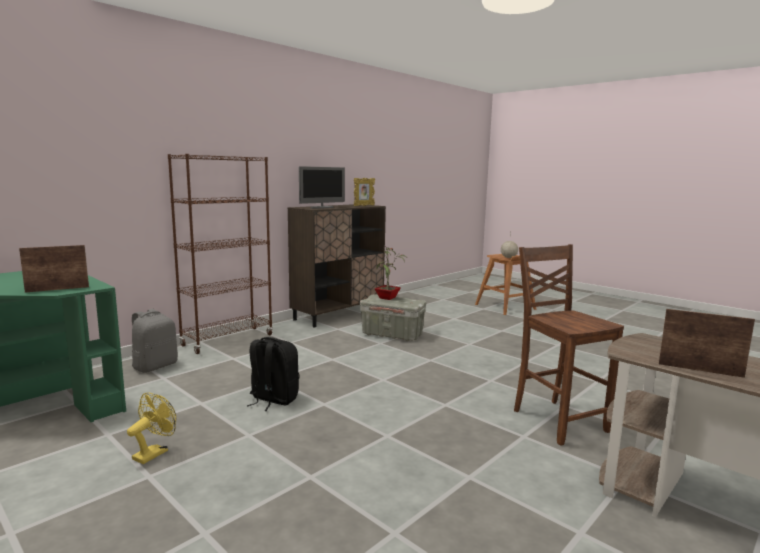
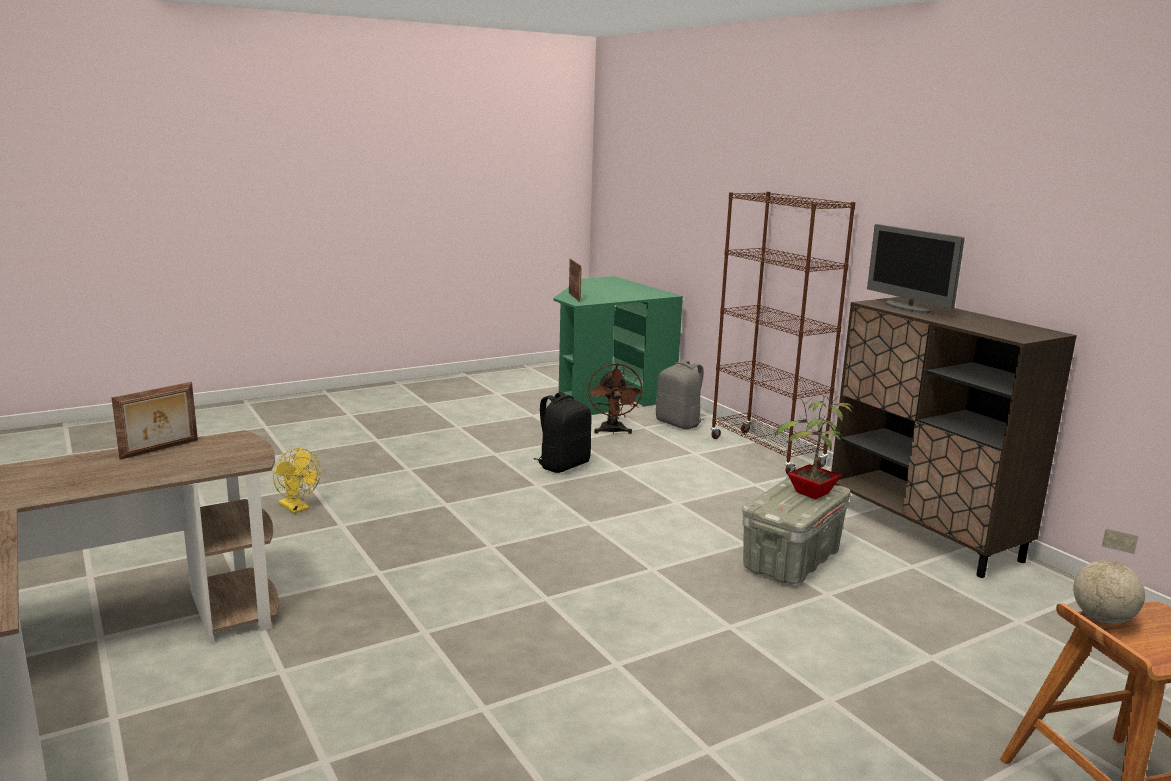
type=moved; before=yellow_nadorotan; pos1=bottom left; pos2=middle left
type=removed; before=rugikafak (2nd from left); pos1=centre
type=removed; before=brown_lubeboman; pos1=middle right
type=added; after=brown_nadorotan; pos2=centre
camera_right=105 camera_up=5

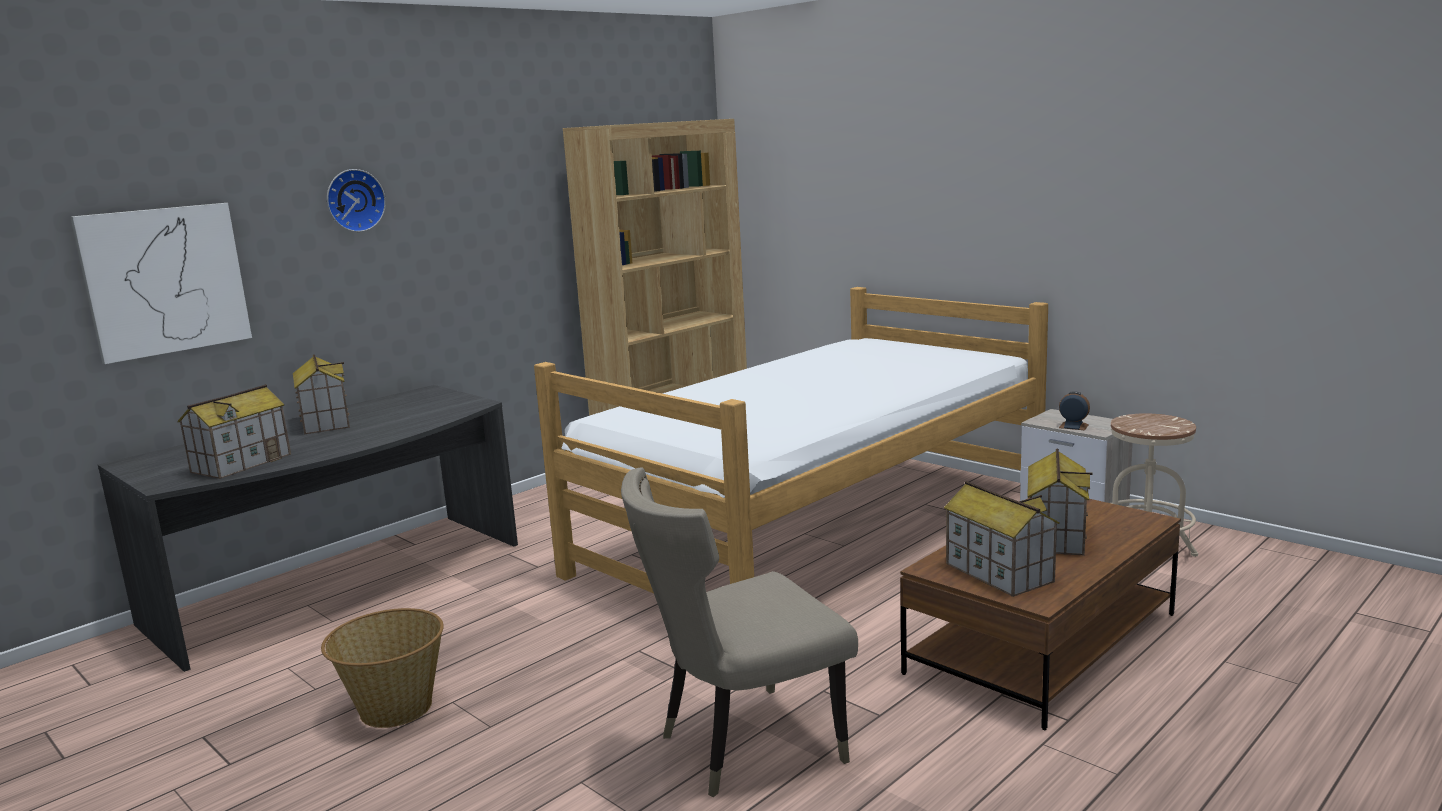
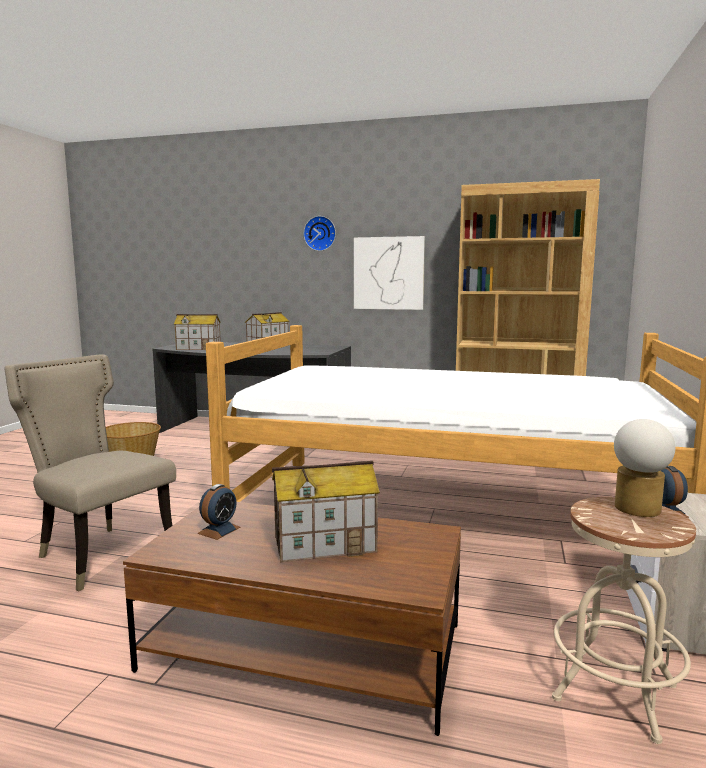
type=moved; before=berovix; pos1=middle left; pos2=centre
type=replaced; before=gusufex (3rd from left); after=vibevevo (1st from left); pos1=middle right; pos2=bottom left
type=added; after=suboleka; pos2=middle right
camera_right=60 camera_up=-5

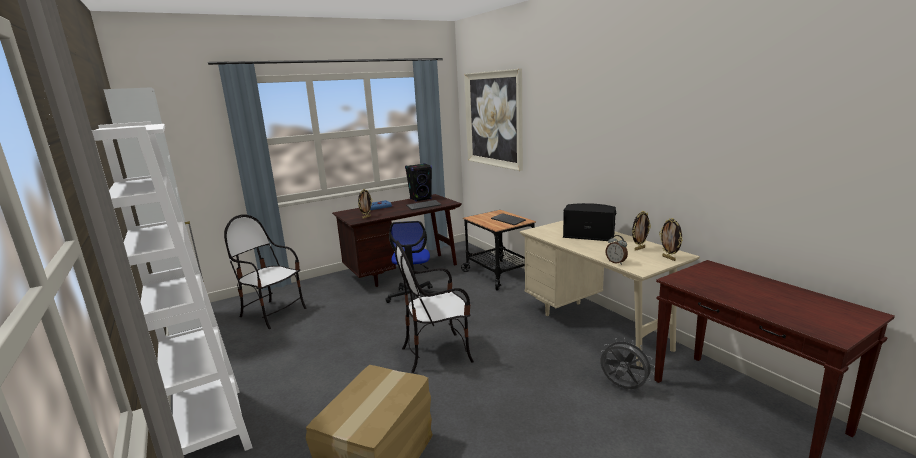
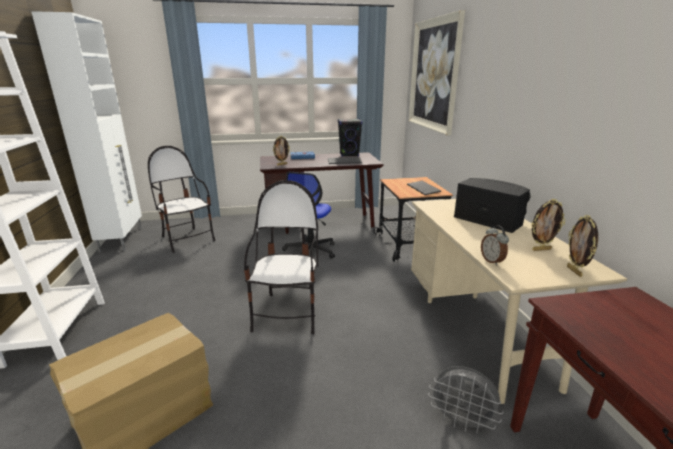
type=turned; before=lubeboman (2nd from left); pos1=bottom centre; pos2=centre; turn=90
type=turned; before=grey_nadorotan; pos1=bottom right; pos2=bottom right; turn=150
camera_right=20 camera_up=5

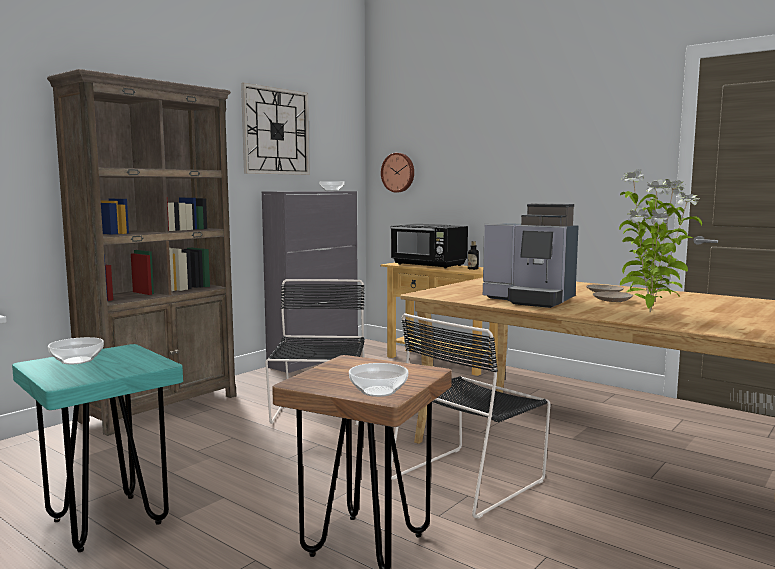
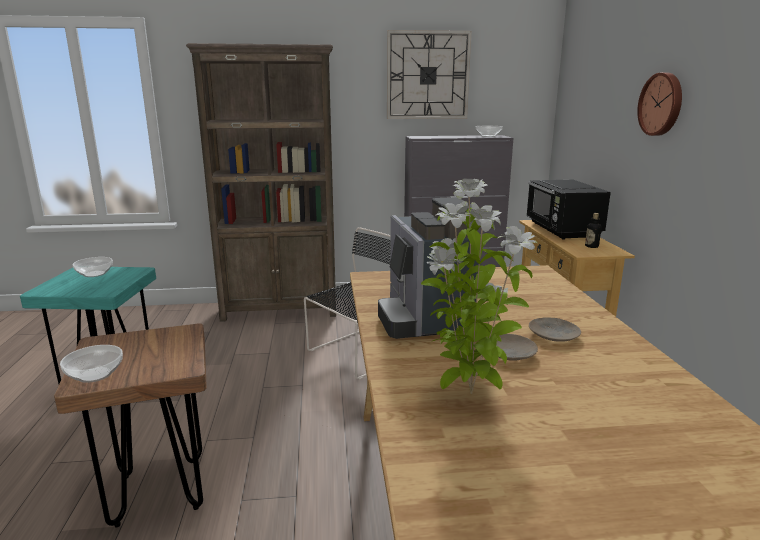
type=moved; before=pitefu (2nd from left); pos1=top centre; pos2=top right
type=removed; before=black_lubeboman (2nd from left); pos1=bottom centre
camera_right=45 camera_up=10

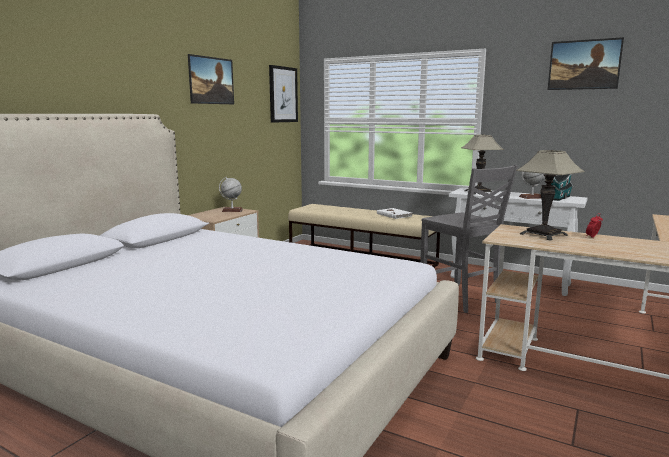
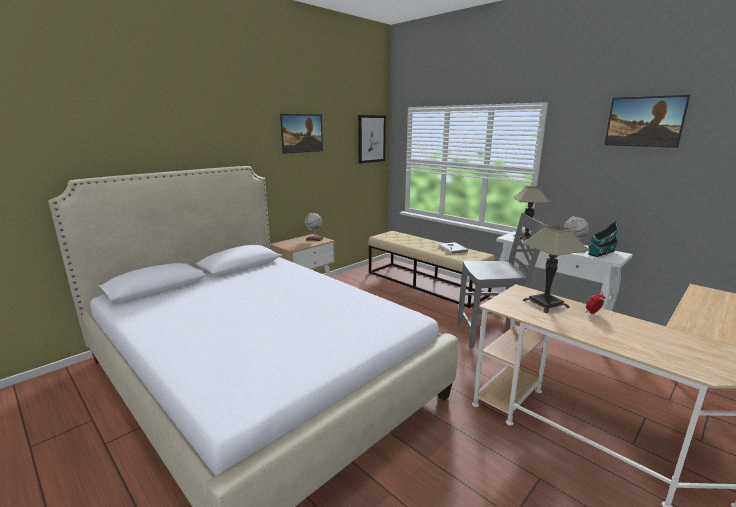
type=turned; before=grey_lubeboman; pos1=middle right; pos2=middle right; turn=-75
camera_right=15 camera_up=5

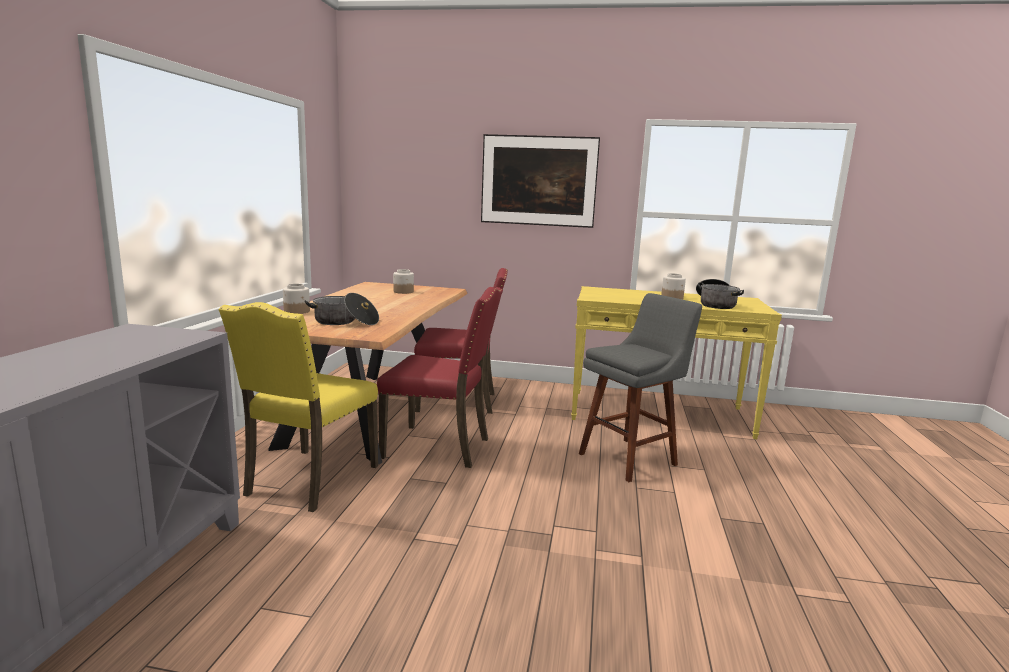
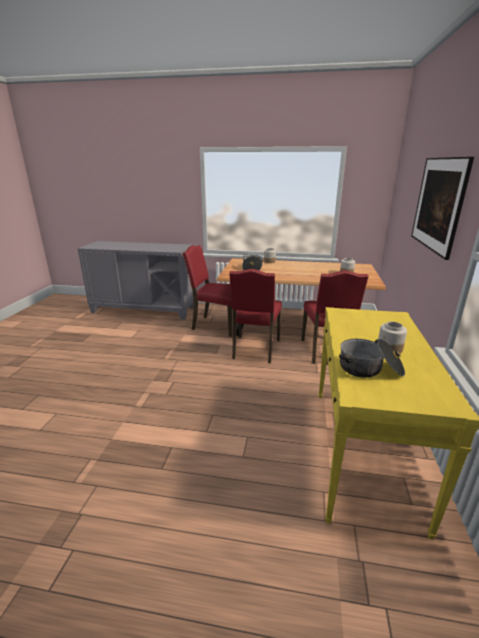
type=recoloured; before=yellow_lubeboman; after=red_lubeboman (1st from left); pos1=middle left; pos2=centre
type=removed; before=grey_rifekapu; pos1=centre
camera_right=90 camera_up=10

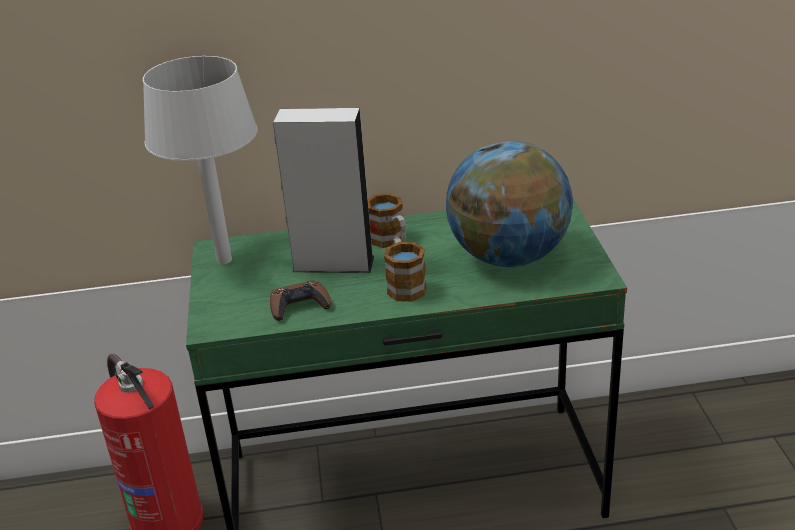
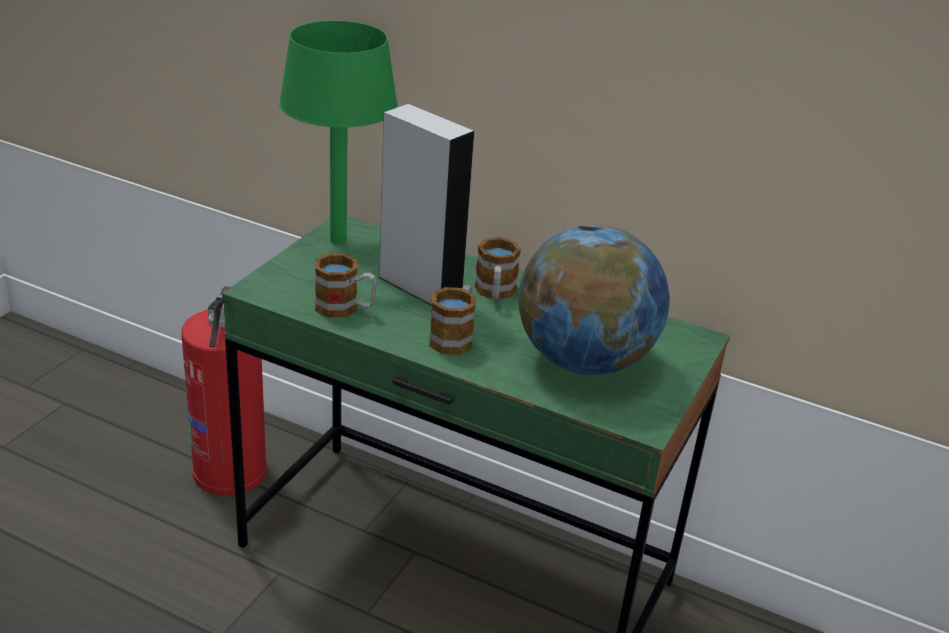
type=recoloured; before=grey_suboleka; after=green_suboleka; pos1=top left; pos2=top centre
type=replaced; before=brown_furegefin; after=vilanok (1st from left); pos1=centre; pos2=centre
camera_right=30 camera_up=0

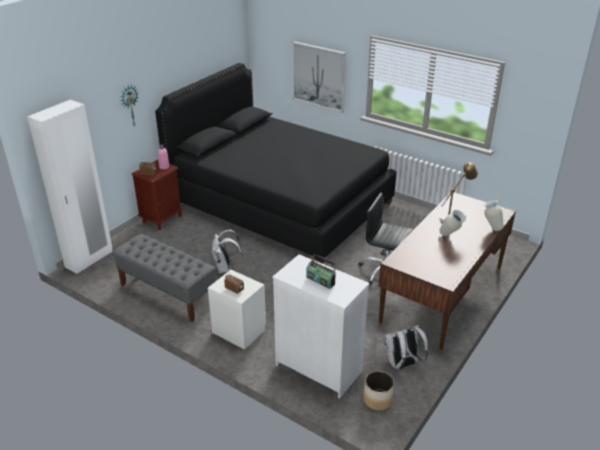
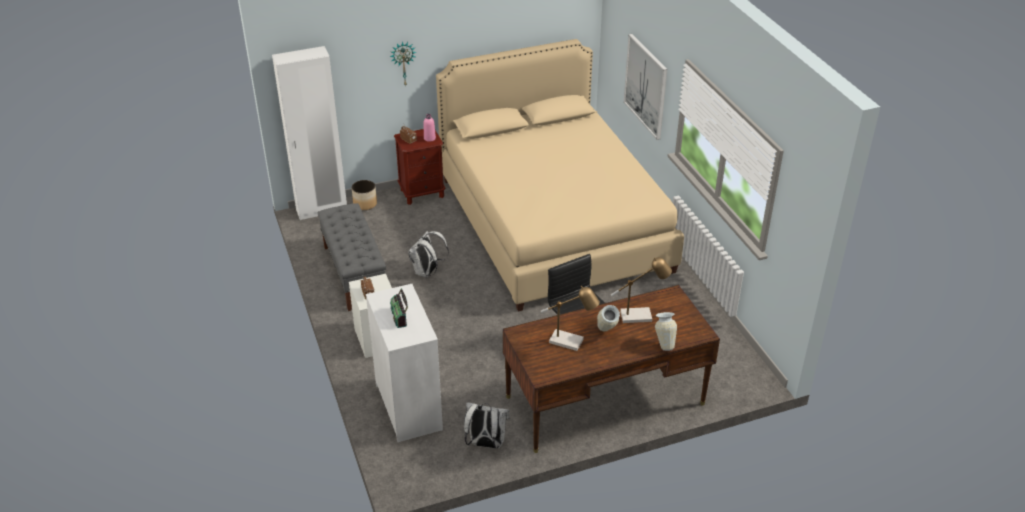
type=recoloured; before=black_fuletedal; after=beige_fuletedal; pos1=centre; pos2=centre
type=moved; before=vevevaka; pos1=bottom centre; pos2=centre
type=added; after=suboleka (1st from left); pos2=centre
camera_right=35 camera_up=5

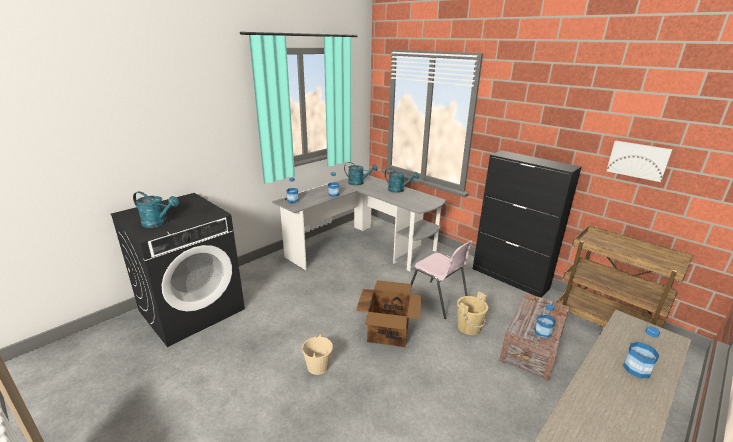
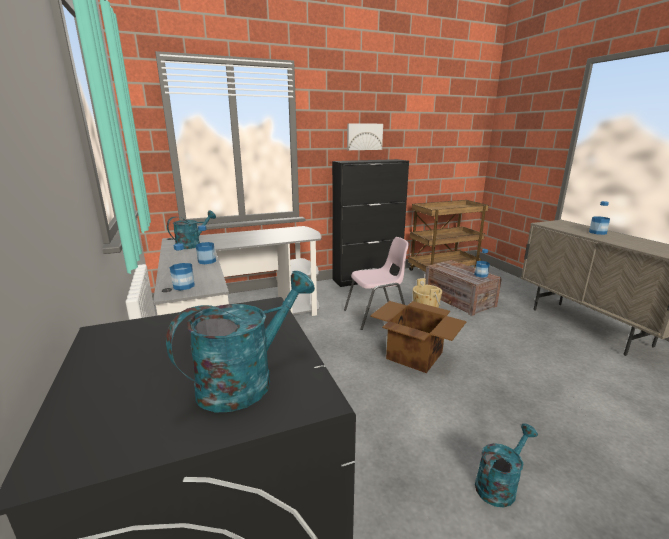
type=removed; before=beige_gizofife (1st from left); pos1=bottom centre
type=moved; before=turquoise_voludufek (3rd from left); pos1=centre; pos2=bottom right
type=moved; before=berovix; pos1=middle right; pos2=top centre
camera_right=-65 camera_up=-5

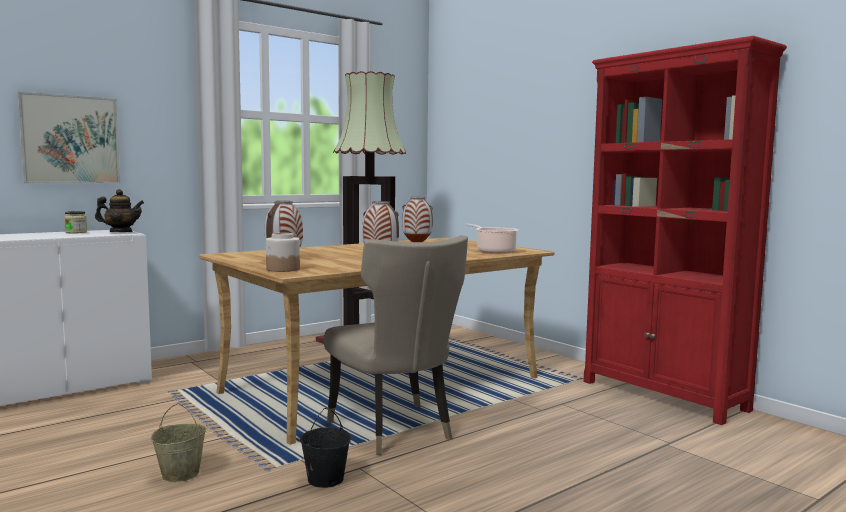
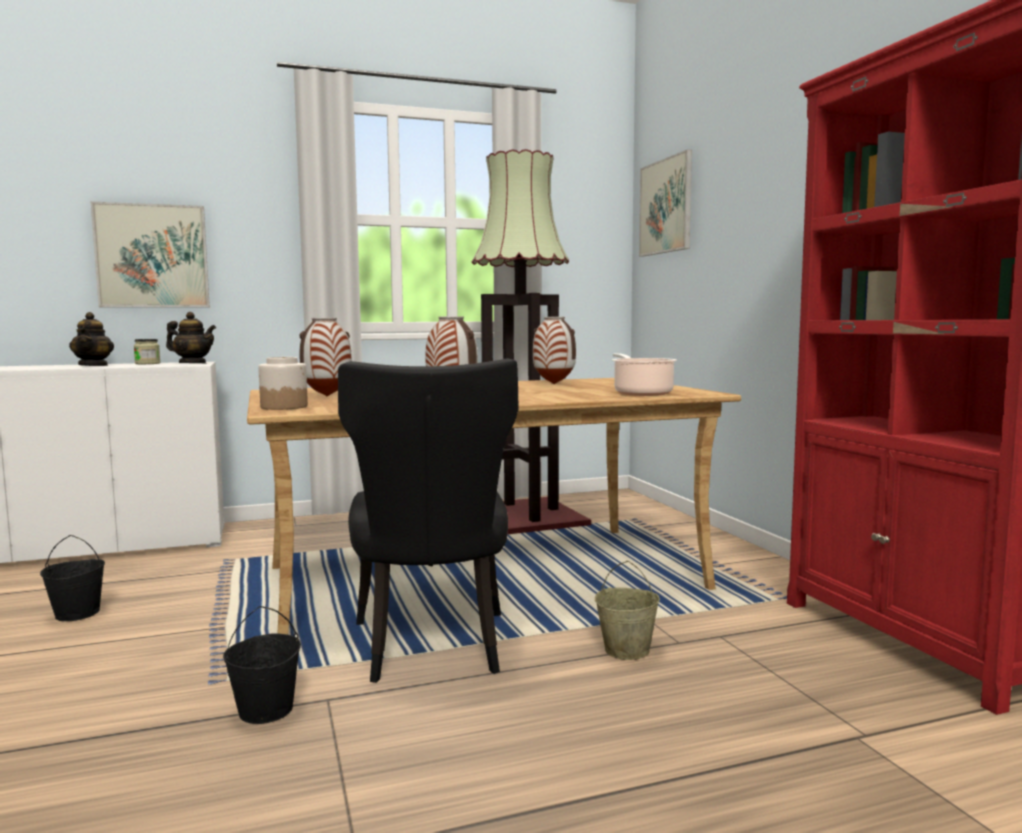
type=moved; before=beige_gizofife; pos1=bottom left; pos2=bottom centre
type=recoloured; before=beige_lubeboman; after=black_lubeboman; pos1=bottom centre; pos2=centre
type=added; after=black_gizofife (1st from left); pos2=bottom left
type=added; after=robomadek (1st from left); pos2=middle left
type=added; after=berovix (2nd from left); pos2=top centre
camera_right=20 camera_up=0

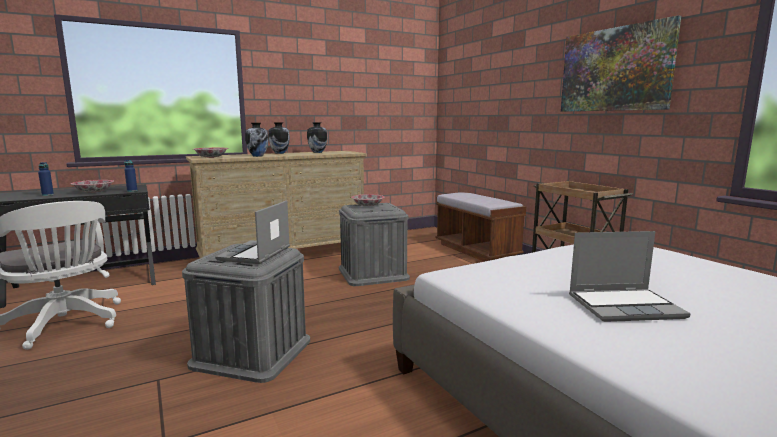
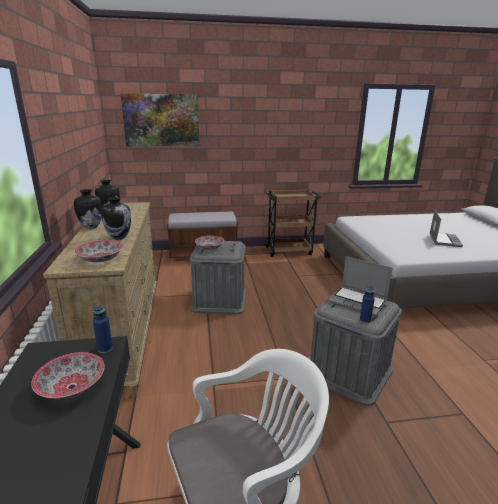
type=moved; before=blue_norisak (1st from left in the first image); after=blue_norisak (2nd from left); pos1=middle left; pos2=middle right
type=moved; before=berovix; pos1=top right; pos2=top left
camera_right=-70 camera_up=10

